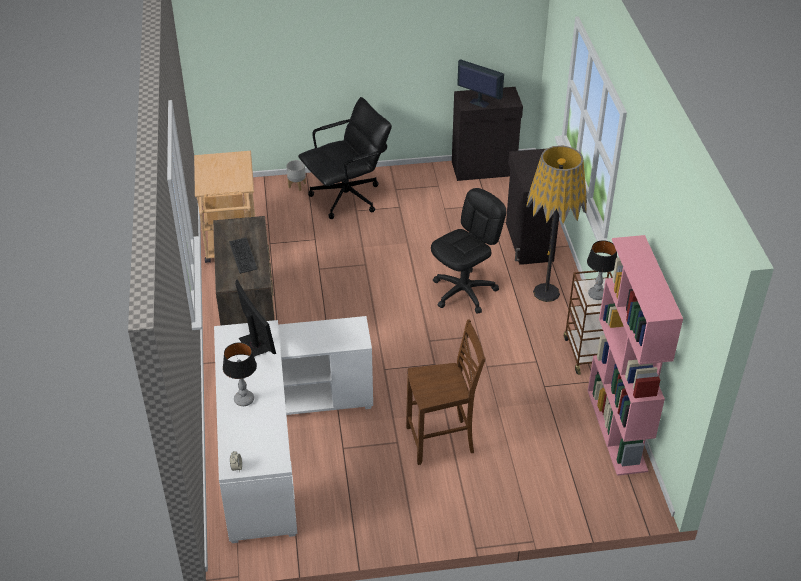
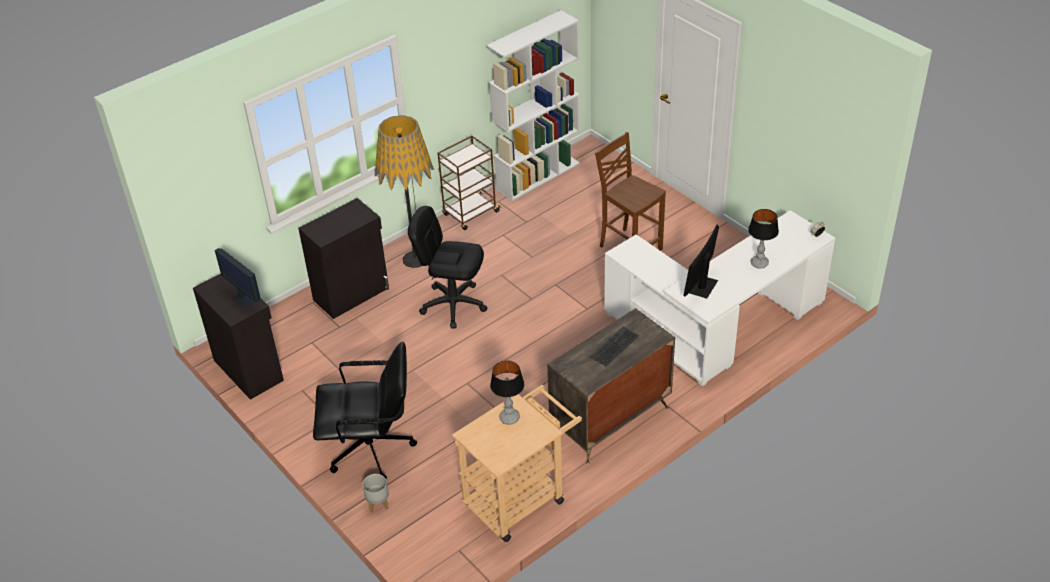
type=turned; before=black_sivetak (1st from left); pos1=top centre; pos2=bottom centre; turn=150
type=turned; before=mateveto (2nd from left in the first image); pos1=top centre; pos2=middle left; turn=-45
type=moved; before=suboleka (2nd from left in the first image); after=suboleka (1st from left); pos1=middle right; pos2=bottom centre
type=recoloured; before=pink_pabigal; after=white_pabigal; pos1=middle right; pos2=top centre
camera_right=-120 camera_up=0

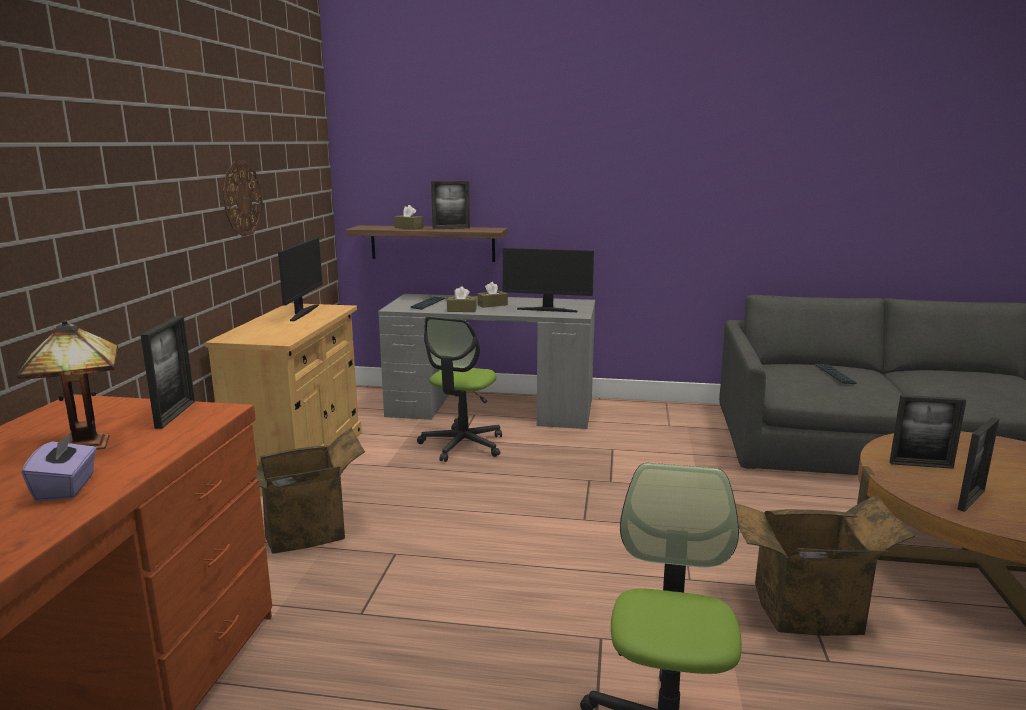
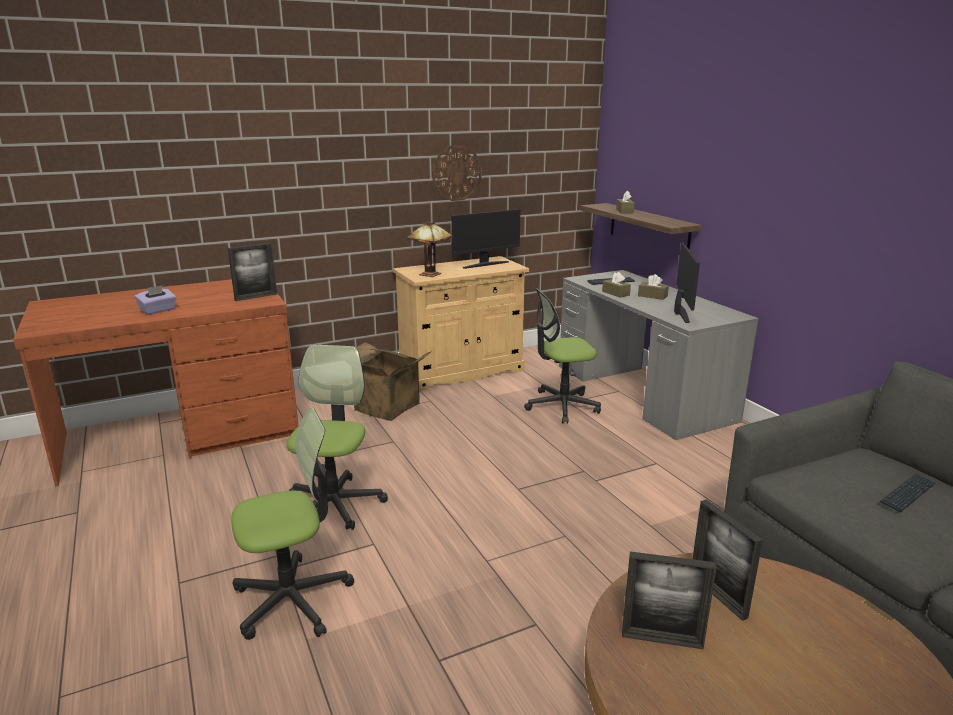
type=moved; before=suboleka; pos1=middle left; pos2=centre
type=removed; before=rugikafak (2nd from left); pos1=top centre
type=turned; before=mateveto (2nd from left); pos1=centre; pos2=middle right; turn=-150
type=removed; before=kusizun (2nd from left); pos1=bottom right
type=added; after=sivetak (2nd from left); pos2=centre
camera_right=55 camera_up=5

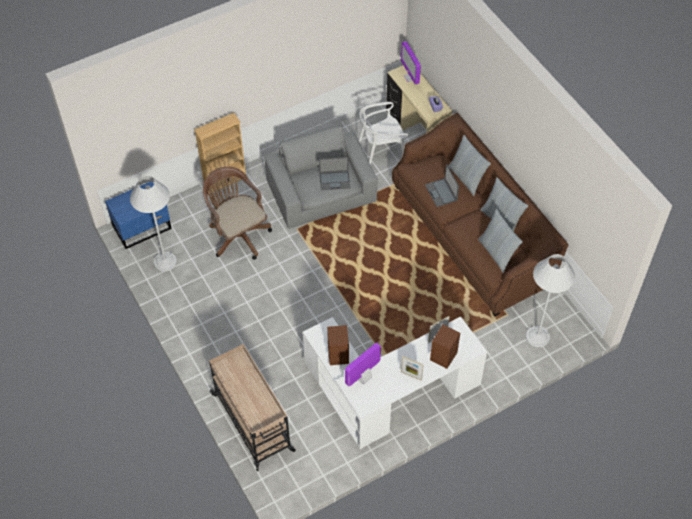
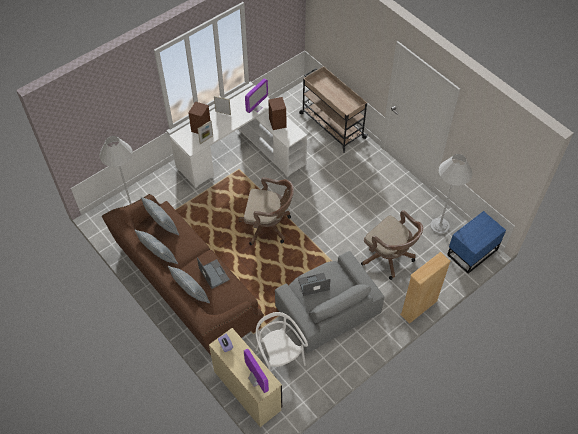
type=turned; before=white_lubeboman; pos1=top centre; pos2=bottom centre; turn=-90
type=added; after=brown_sivetak (1st from left); pos2=centre
camera_right=170 camera_up=0

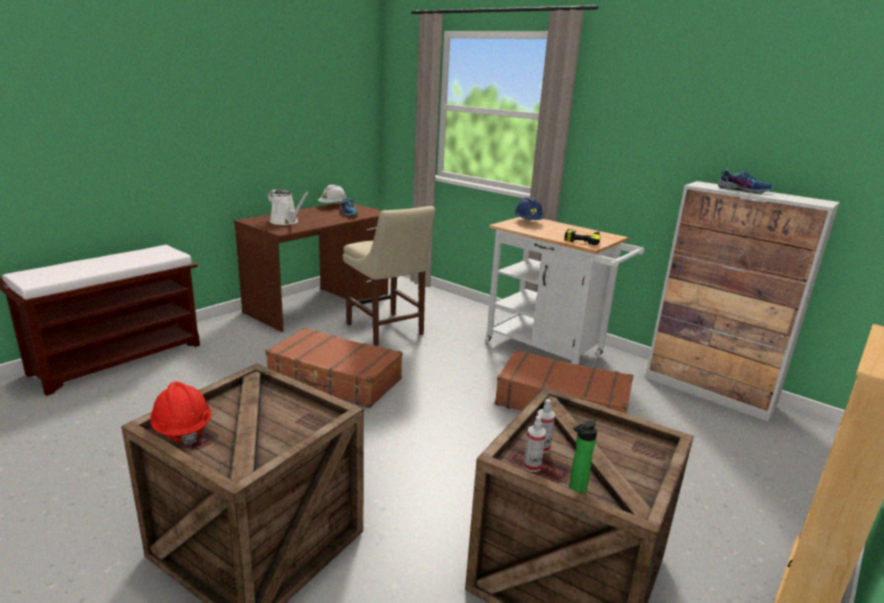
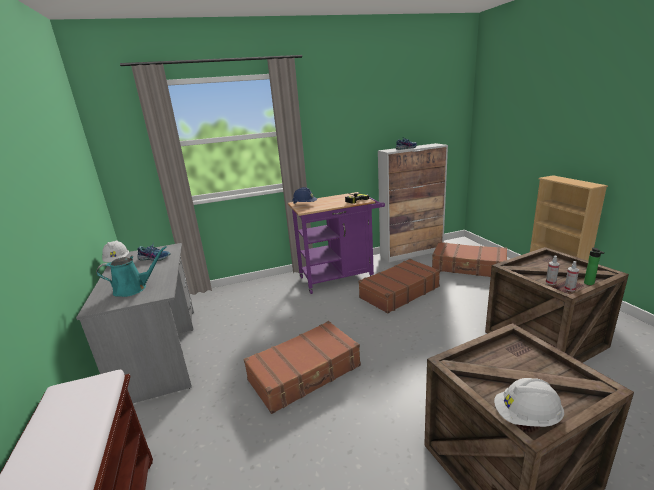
type=recoloured; before=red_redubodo; after=white_redubodo (2nd from left); pos1=bottom left; pos2=bottom right
type=recoloured; before=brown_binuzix; after=grey_binuzix; pos1=centre; pos2=middle left
type=recoloured; before=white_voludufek; after=turquoise_voludufek; pos1=middle left; pos2=middle left
type=removed; before=beige_lubeboman; pos1=centre
type=recoloured; before=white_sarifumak; after=purple_sarifumak; pos1=centre; pos2=centre
type=added; after=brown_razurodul (3rd from left); pos2=middle right
camera_right=-55 camera_up=0

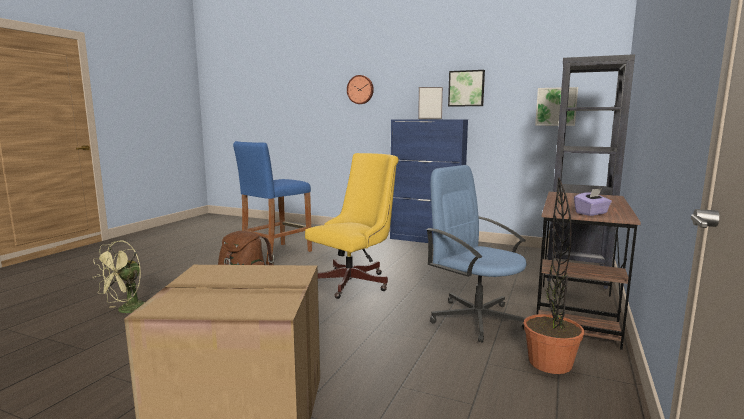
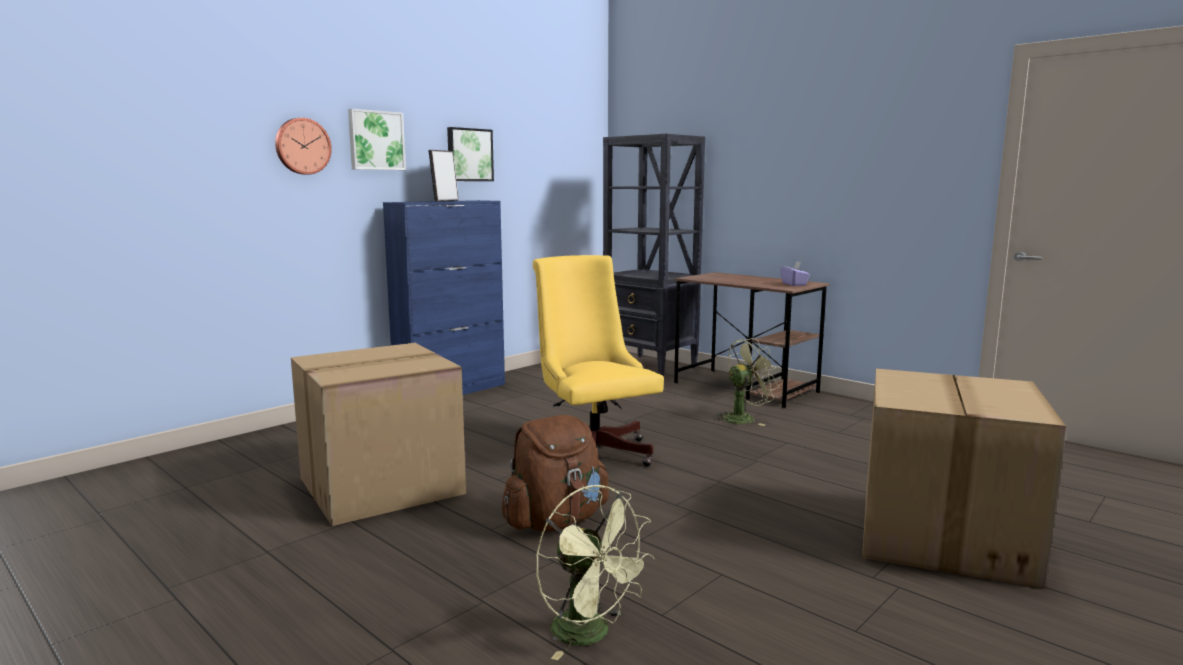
type=replaced; before=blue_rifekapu; after=kusizun (1st from left); pos1=centre; pos2=middle left
type=replaced; before=blue_sivetak; after=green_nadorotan (2nd from left); pos1=centre; pos2=centre
type=removed; before=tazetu; pos1=middle right
type=moved; before=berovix (2nd from left in the first image); after=berovix (1st from left); pos1=top right; pos2=top left
camera_right=-70 camera_up=0

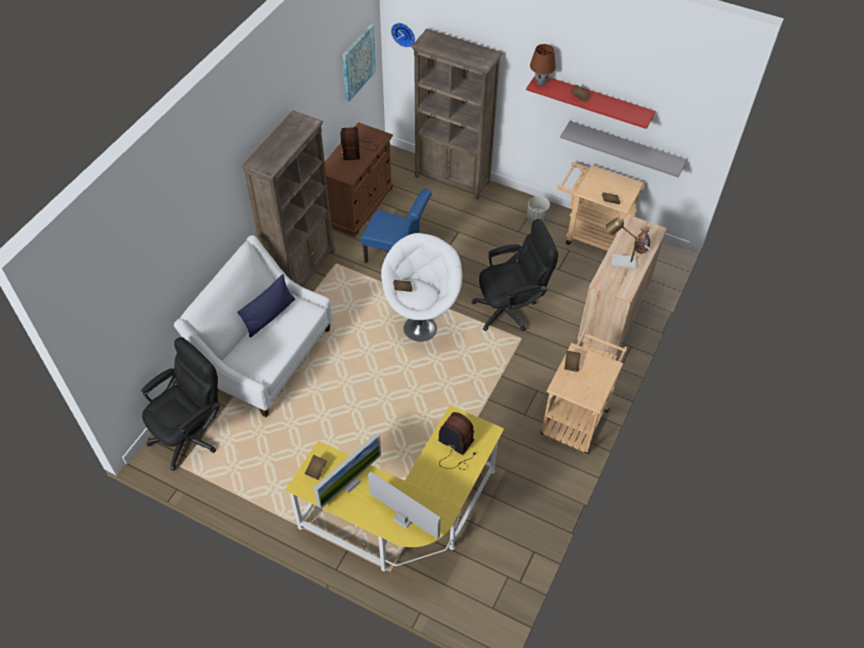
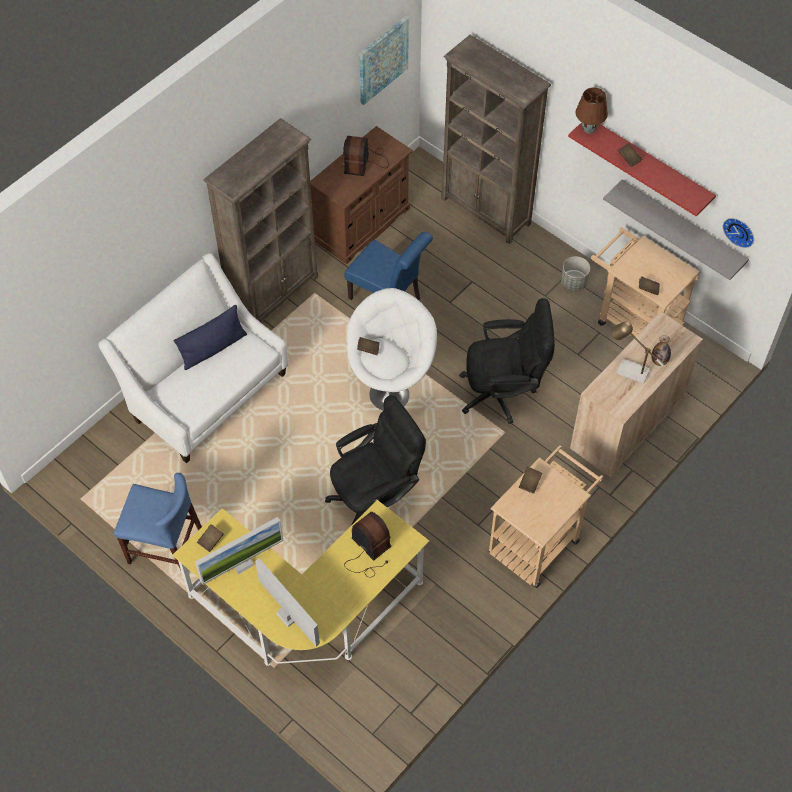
type=moved; before=black_sivetak (1st from left); pos1=middle left; pos2=centre
type=moved; before=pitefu; pos1=top centre; pos2=top right
type=added; after=blue_lubeboman (1st from left); pos2=middle left
camera_right=15 camera_up=5

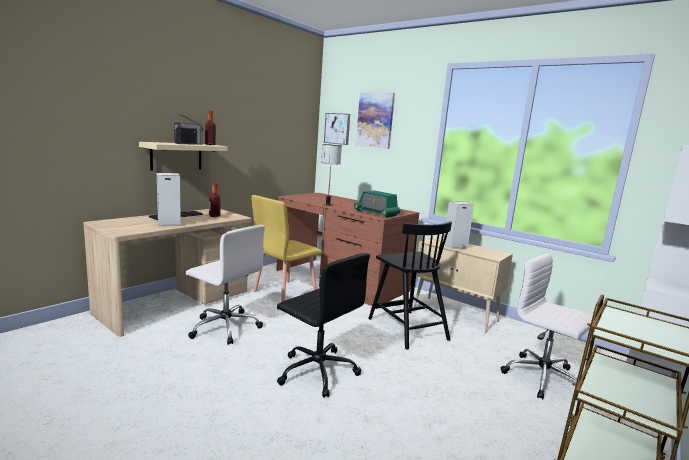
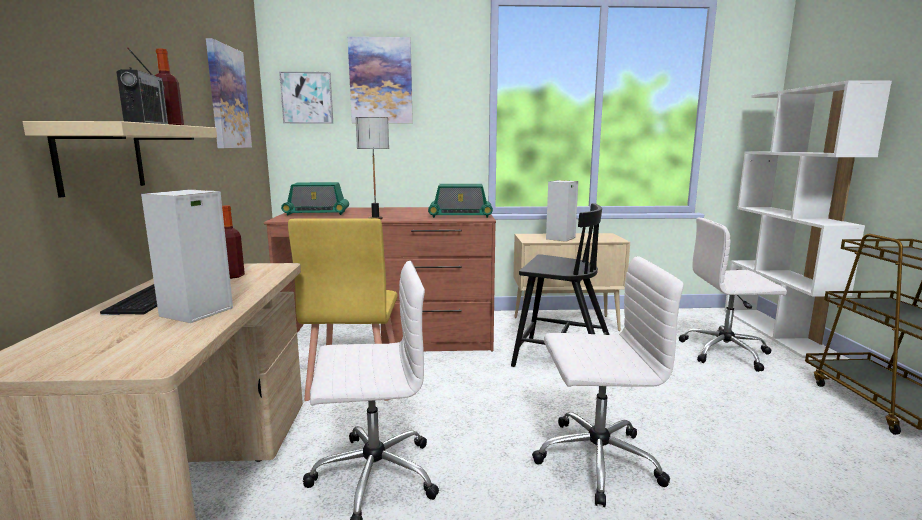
type=recoloured; before=black_sivetak; after=white_sivetak (2nd from left); pos1=bottom centre; pos2=bottom centre
type=added; after=berovix (1st from left); pos2=top left
type=added; after=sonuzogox (2nd from left); pos2=centre
camera_right=-40 camera_up=0

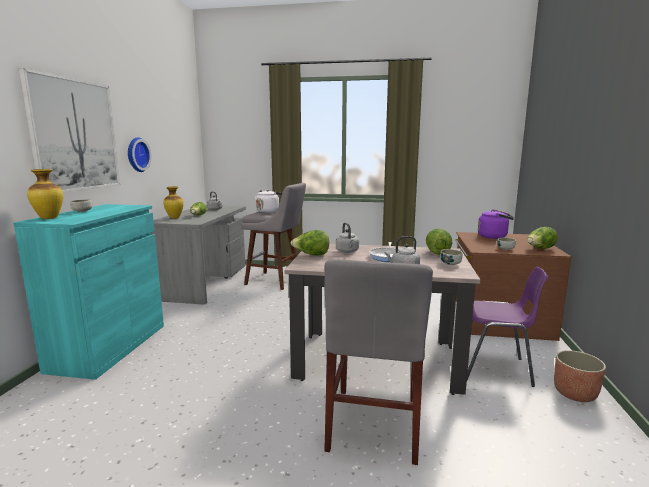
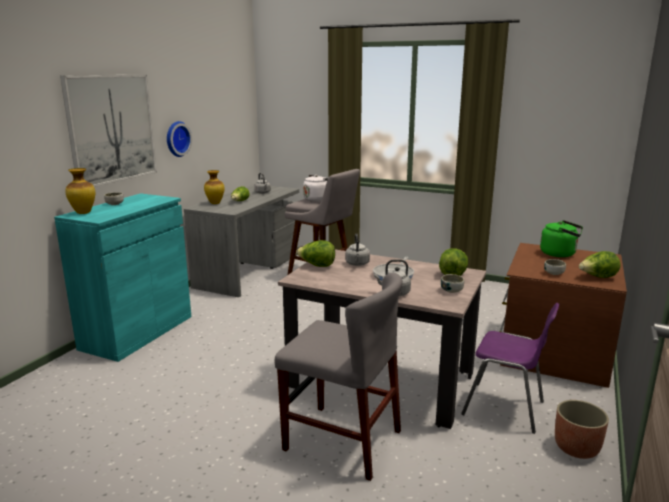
type=turned; before=grey_lubeboman; pos1=bottom centre; pos2=bottom centre; turn=-90
type=recoloured; before=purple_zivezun; after=green_zivezun; pos1=middle right; pos2=middle right
camera_right=15 camera_up=5

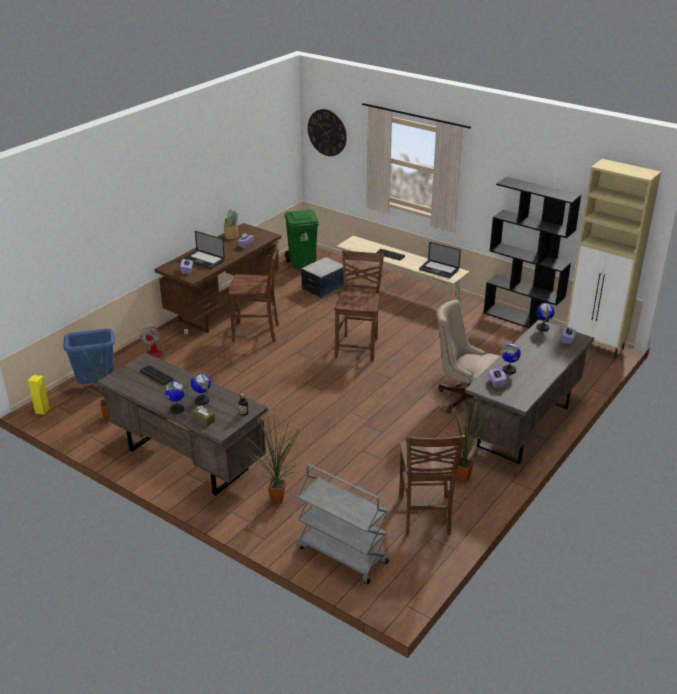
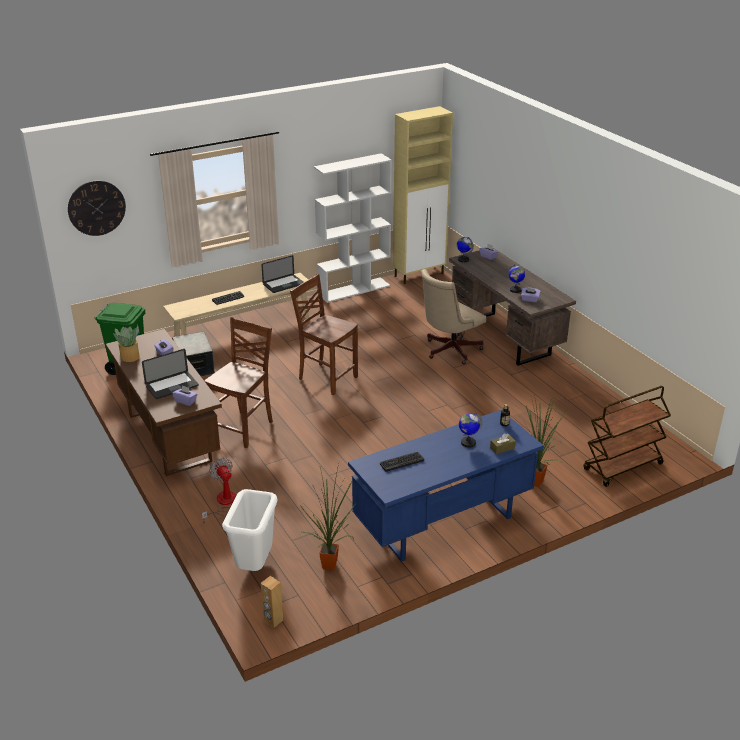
type=recoloured; before=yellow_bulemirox; after=brown_bulemirox; pos1=middle left; pos2=bottom centre
type=recoloured; before=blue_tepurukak; after=white_tepurukak; pos1=middle left; pos2=bottom centre
type=recoloured; before=brown_binuzix (1st from left); after=blue_binuzix; pos1=middle left; pos2=centre
type=turned; before=nadorotan; pos1=middle left; pos2=middle left; turn=-150
type=removed; before=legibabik (1st from left); pos1=middle left
type=recoloured; before=grey_sarifumak; after=brown_sarifumak; pos1=bottom centre; pos2=middle right
type=removed; before=brown_lubeboman (3rd from left); pos1=bottom centre
type=removed; before=tazetu (4th from left); pos1=middle right
type=recoloured; before=black_pabigal; after=white_pabigal; pos1=middle right; pos2=top centre
camera_right=-65 camera_up=0

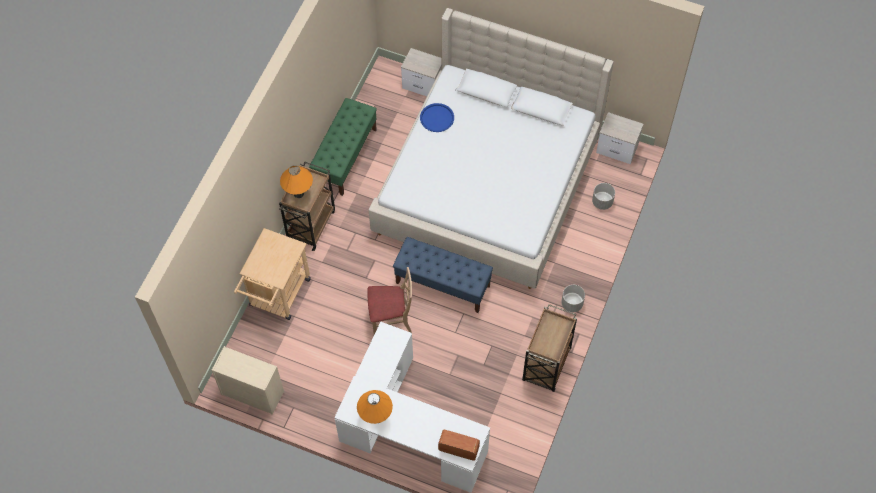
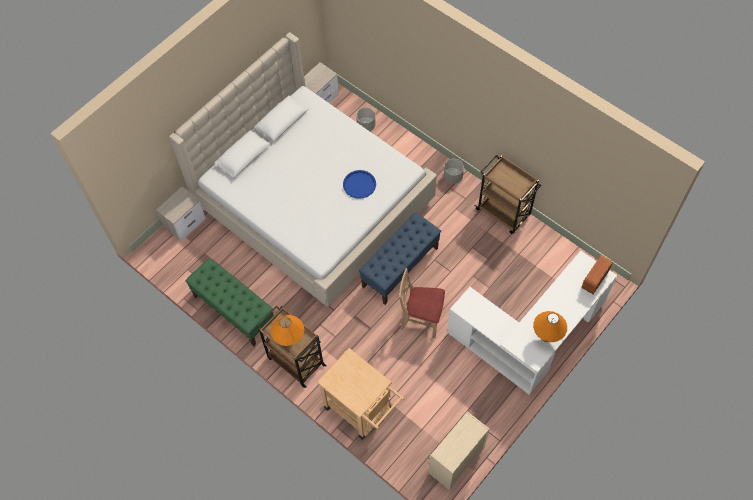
type=turned; before=beige_lubeboman; pos1=centre; pos2=centre; turn=-90
type=moved; before=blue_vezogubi; pos1=top centre; pos2=centre
camera_right=-70 camera_up=0

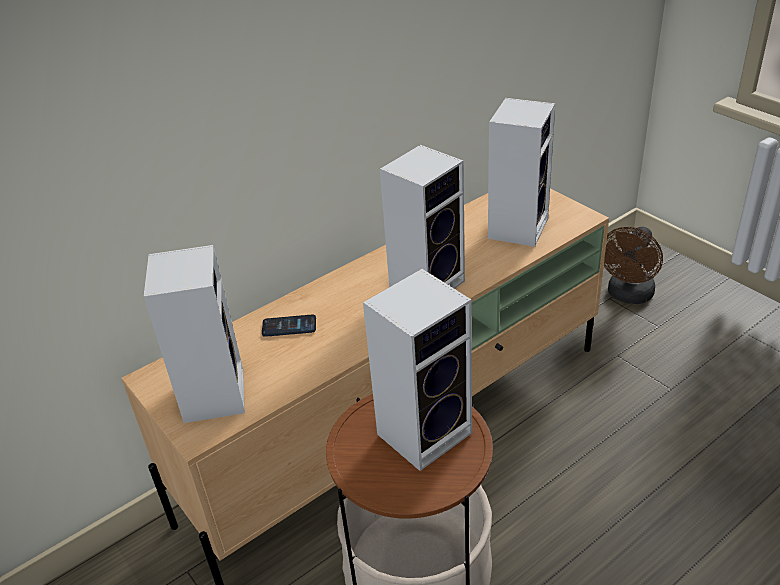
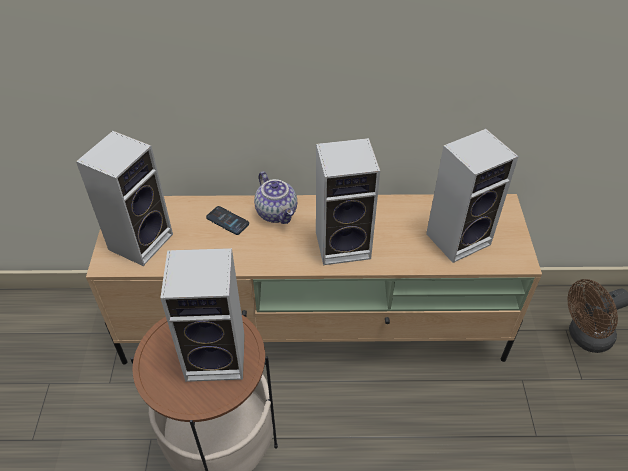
type=added; after=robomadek; pos2=centre
camera_right=35 camera_up=10

